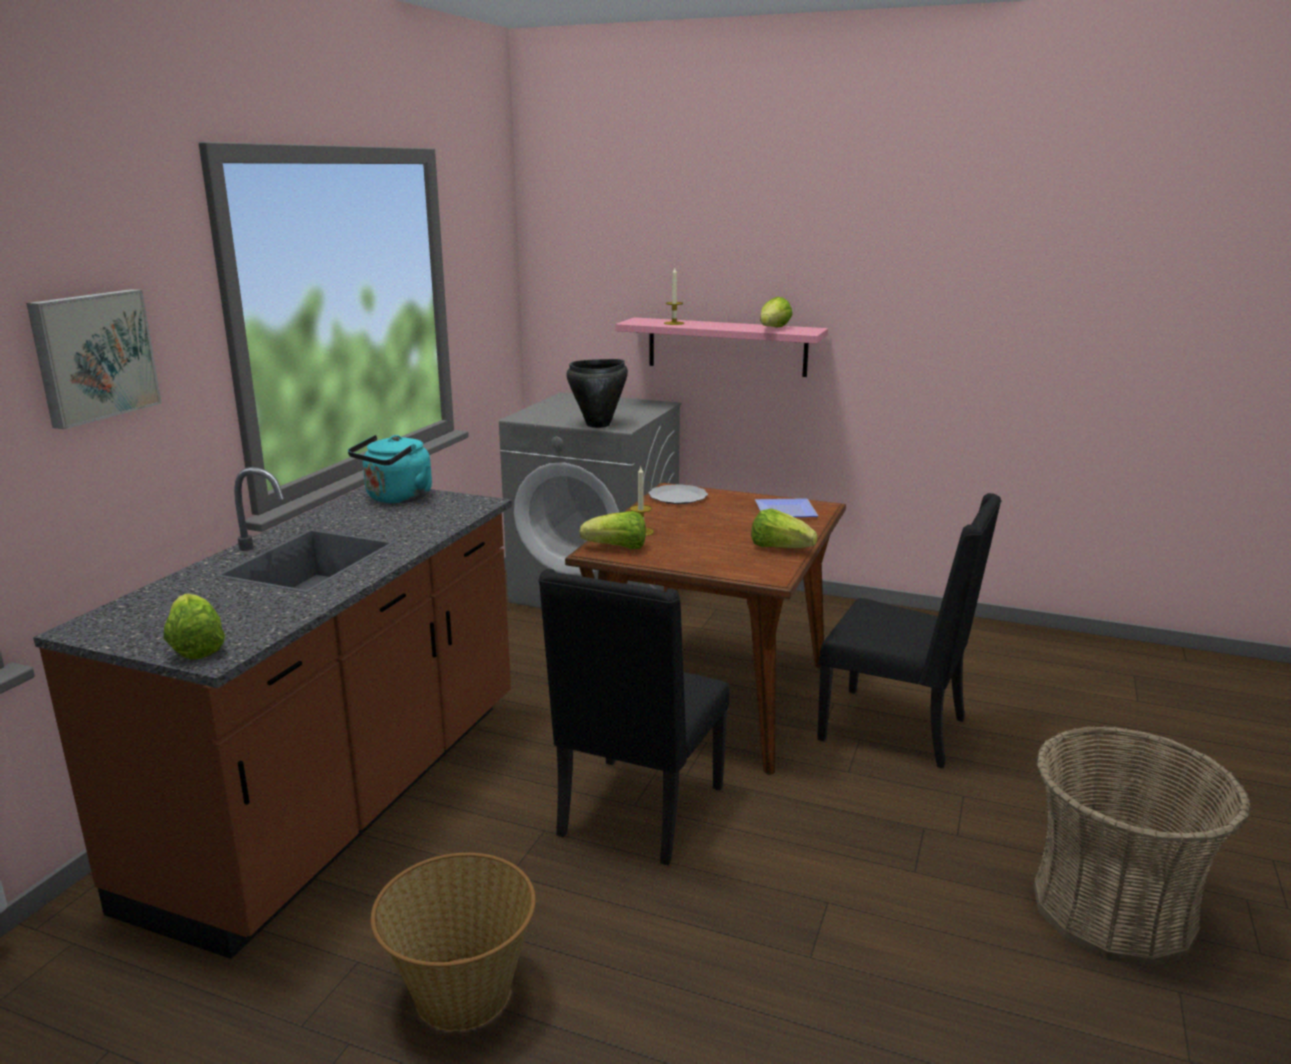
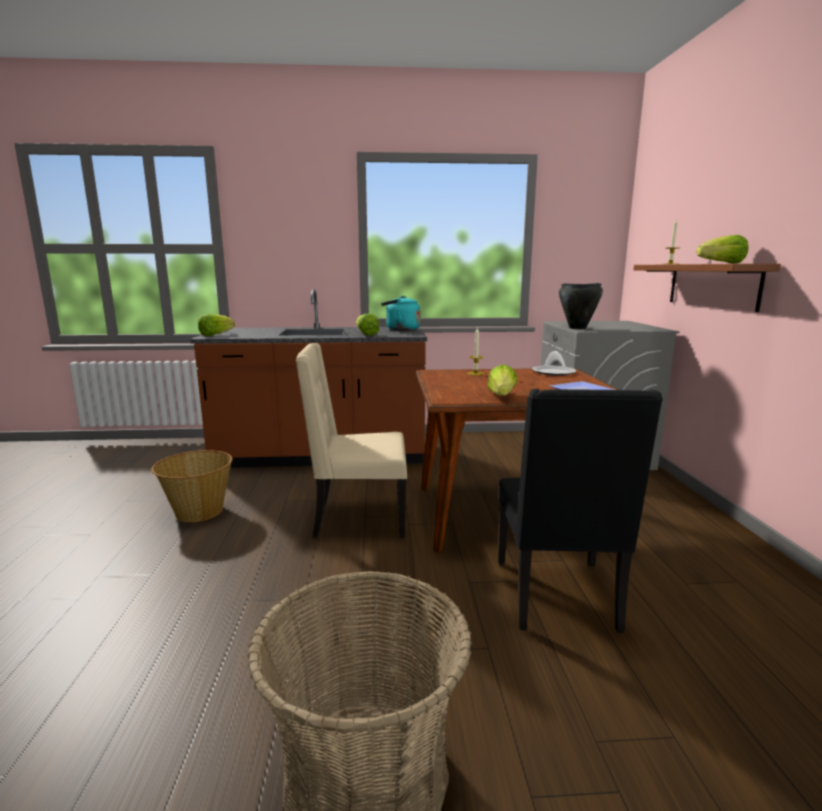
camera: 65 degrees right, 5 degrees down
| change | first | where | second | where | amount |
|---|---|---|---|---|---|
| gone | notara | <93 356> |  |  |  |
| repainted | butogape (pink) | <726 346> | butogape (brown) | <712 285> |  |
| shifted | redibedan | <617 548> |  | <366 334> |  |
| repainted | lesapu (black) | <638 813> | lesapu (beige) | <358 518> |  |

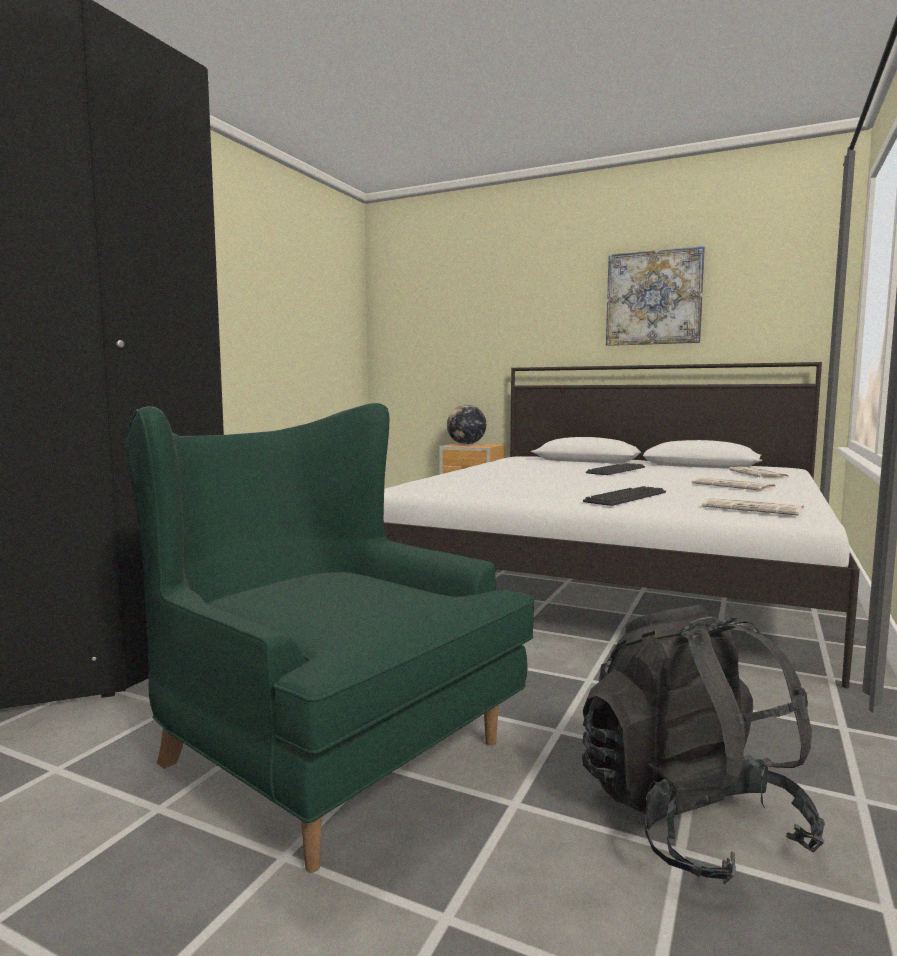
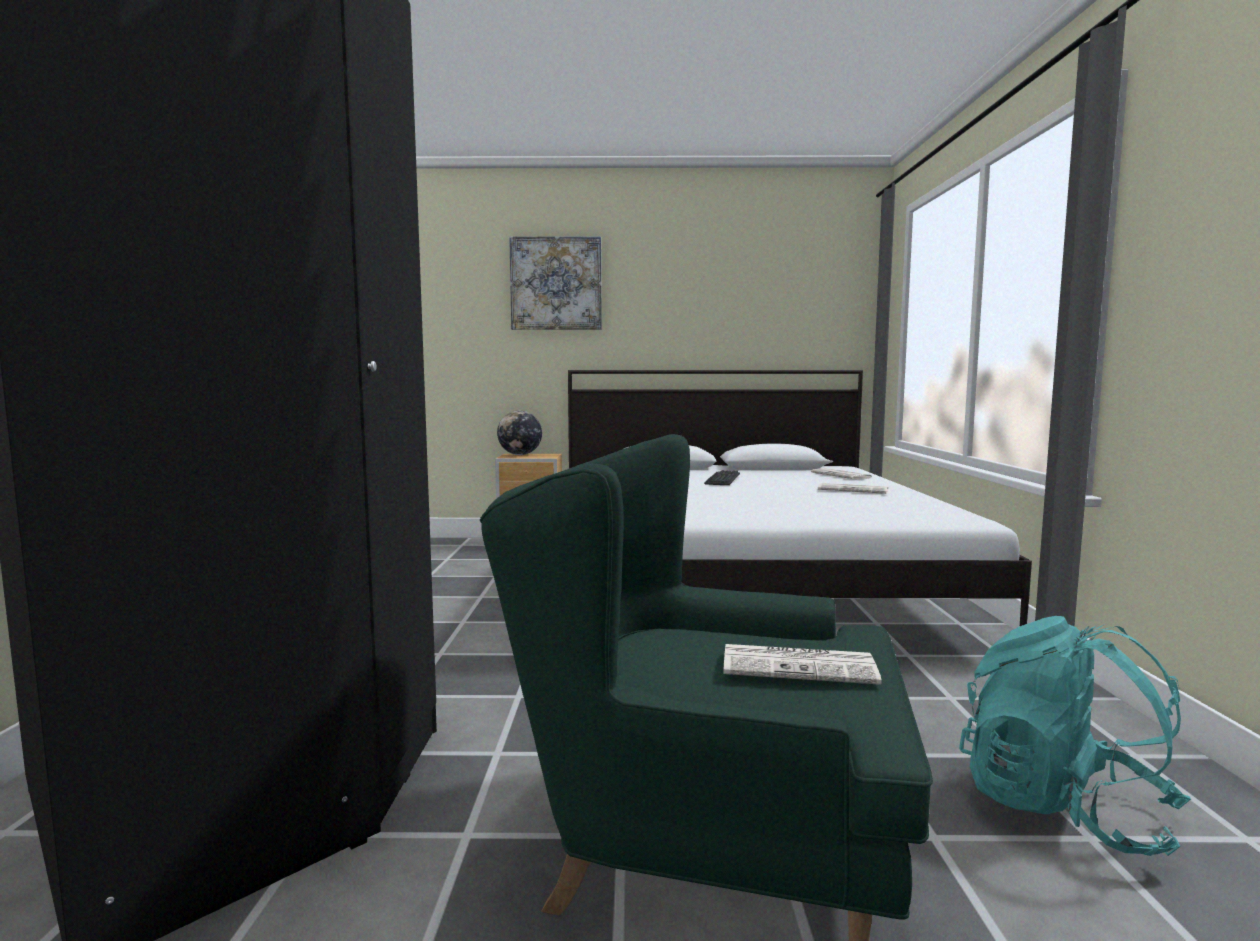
camera: 25 degrees left, 0 degrees up
| change | first | where | second | where | amount |
|---|---|---|---|---|---|
| shifted | notara | <654 298> |  | <556 284> |  |
| gone | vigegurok | <626 497> |  |  |  |
| shifted | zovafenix | <754 509> |  | <800 666> |  |
| repainted | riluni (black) | <688 819> | riluni (turquoise) | <1063 808> |  |

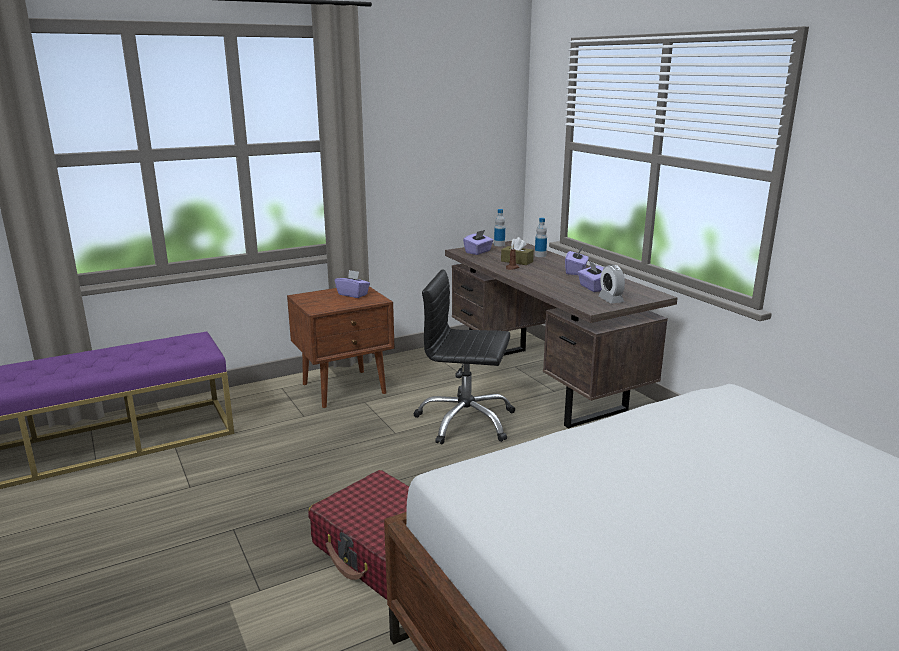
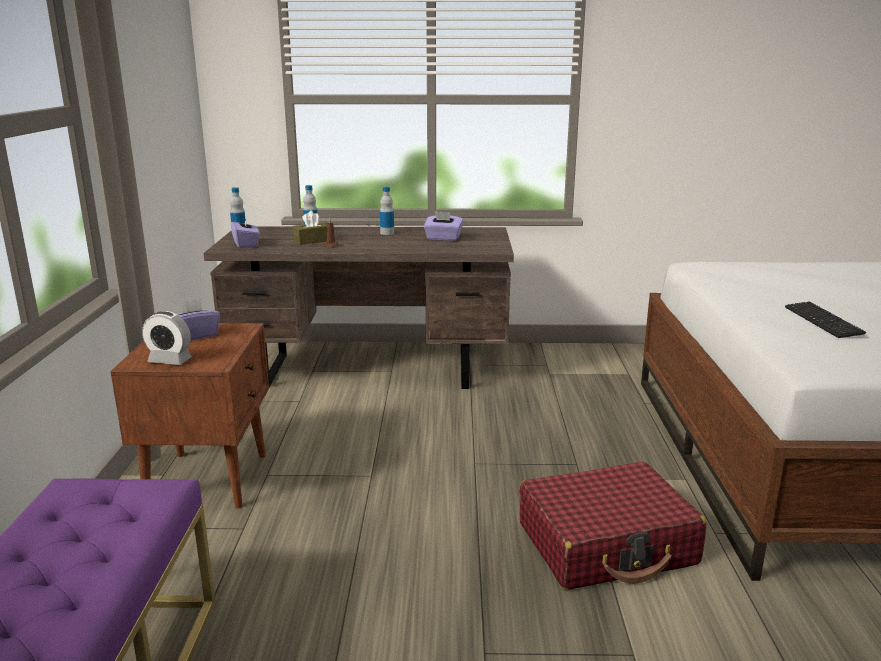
camera: 60 degrees left, 0 degrees up
| change | first | where | second | where | amount |
|---|---|---|---|---|---|
| swapped | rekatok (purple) | <576 272> | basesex | <387 233> |  |
| shifted | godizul | <610 300> |  | <170 360> |  |
| gone | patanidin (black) | <465 421> |  |  |  |
| new |  |  | vigegurok | <822 321> |  |

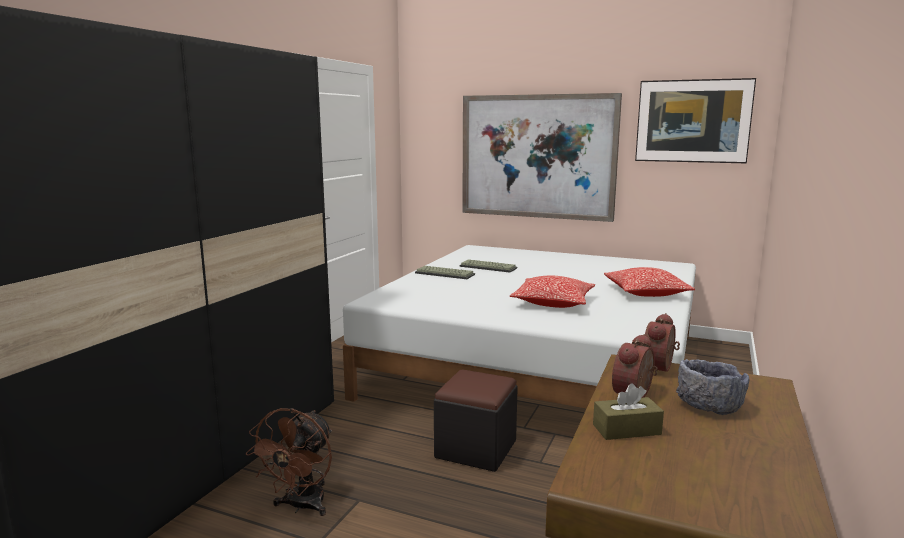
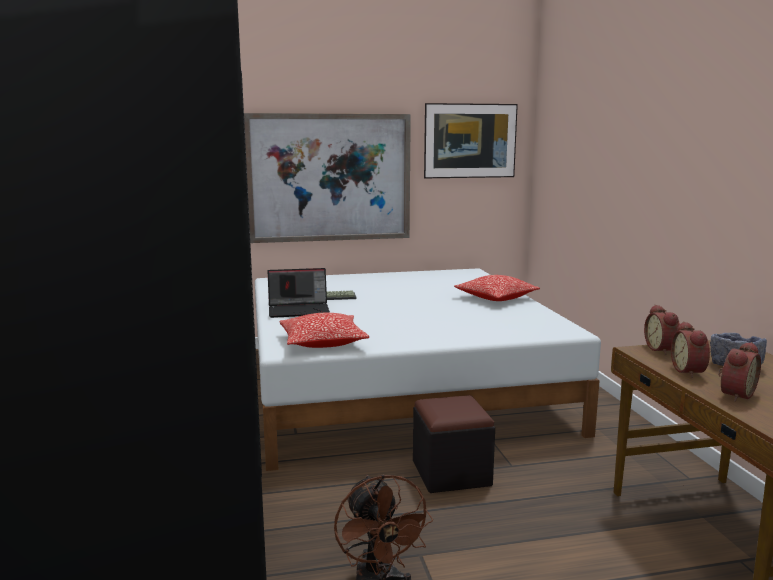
camera: 35 degrees left, 0 degrees up
| change | first | where | second | where | amount |
|---|---|---|---|---|---|
| swapped | vigegurok | <445 273> | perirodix | <299 310> |  |
| shifted | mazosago | <553 303> |  | <322 342> |  |
| swapped | rekatok (brown) | <626 429> | godizul | <734 394> |  |

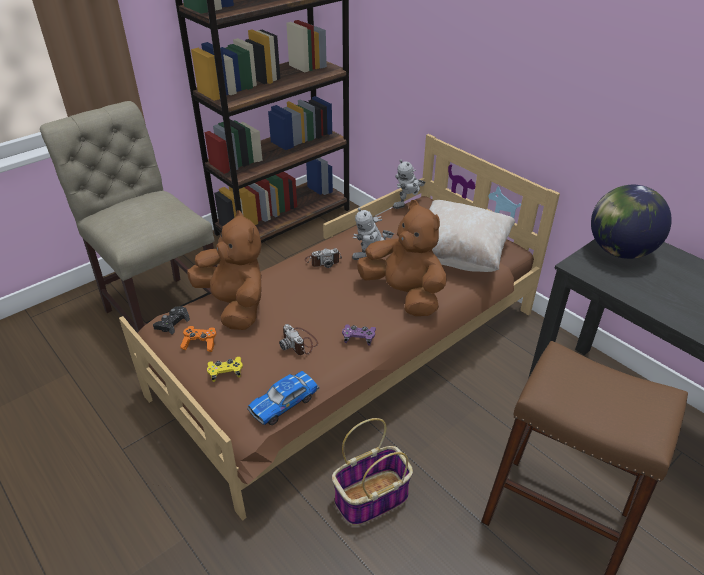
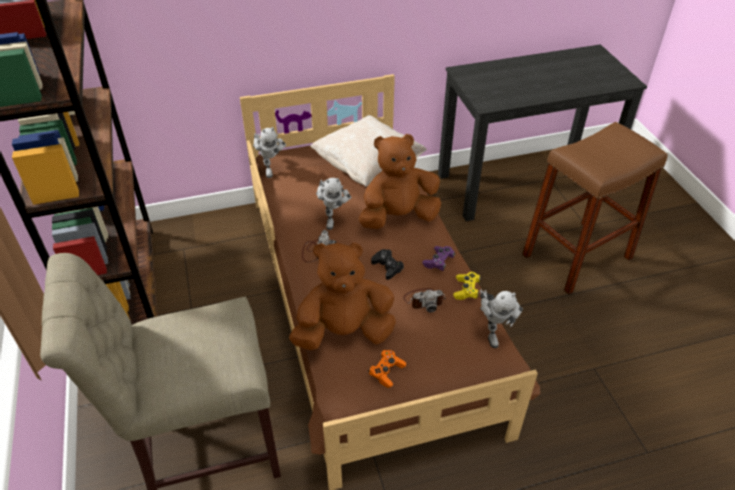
camera: 65 degrees left, 5 degrees up
| change | first | where | second | where | amount |
|---|---|---|---|---|---|
| gone | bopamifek | <619 251> |  |  |  |
| shifted | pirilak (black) | <172 323> |  | <387 267> |  |
| shifted | pirilak (yellow) | <226 373> |  | <466 290> |  |
| swapped | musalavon | <284 403> | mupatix | <492 331> |  |
| gone | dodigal | <371 499> |  |  |  |

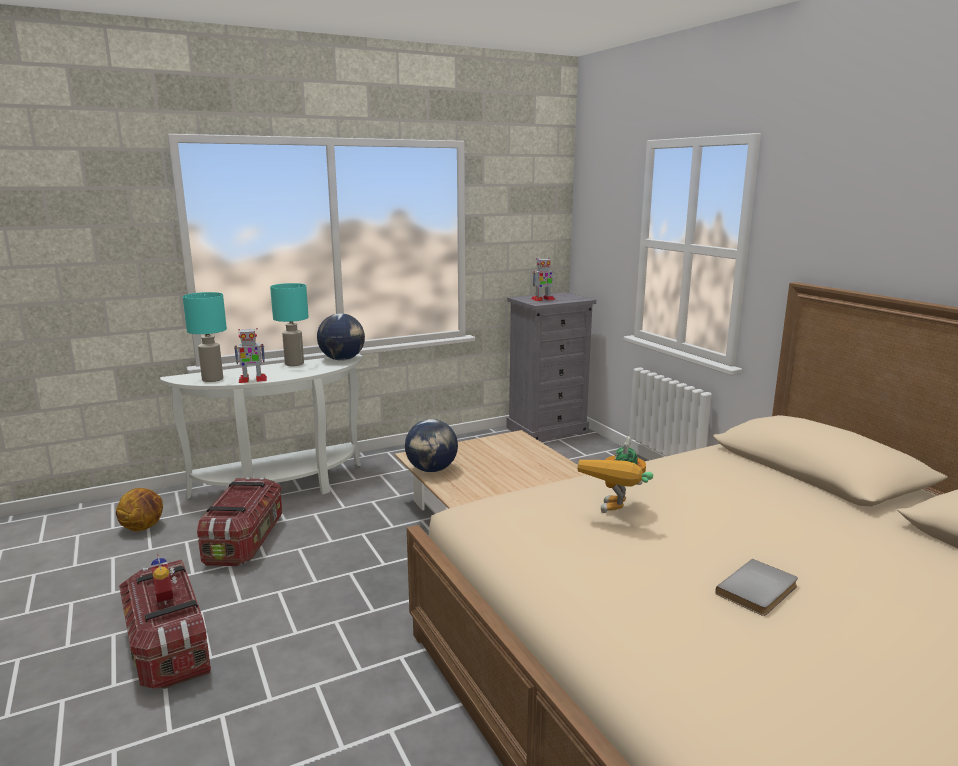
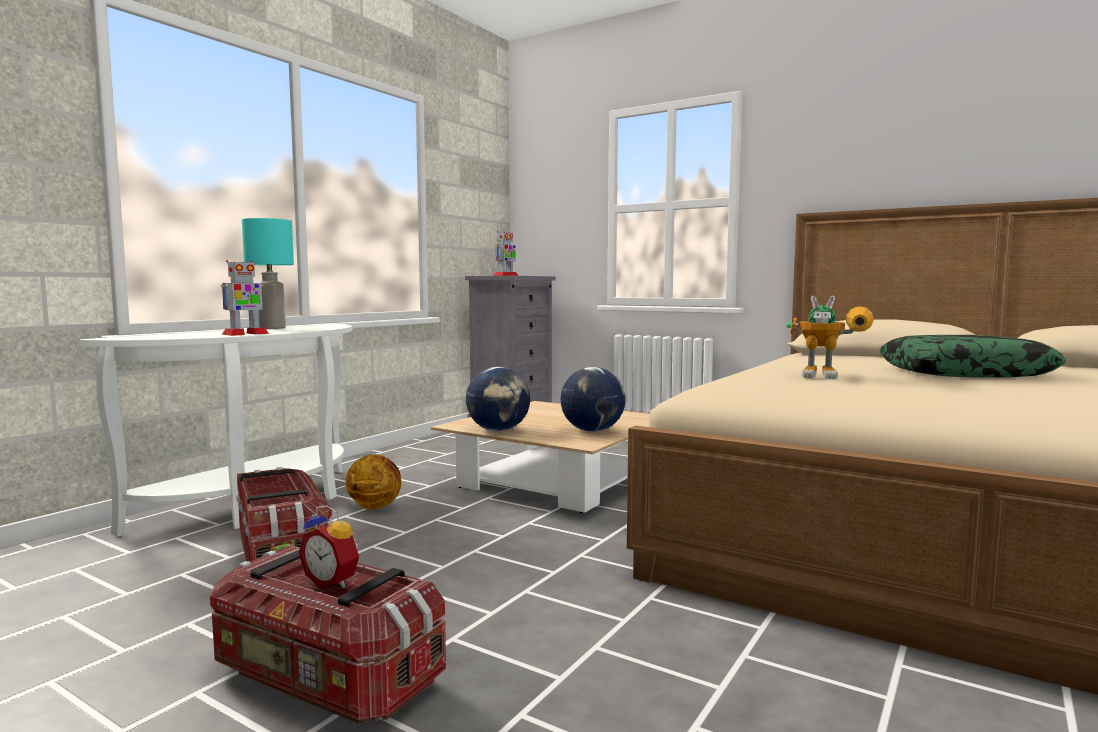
camera: 30 degrees left, 10 degrees down
| change | first | where | second | where | amount |
|---|---|---|---|---|---|
| gone | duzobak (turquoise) | <212 379> |  |  |  |
| shifted | bopamifek | <342 359> |  | <593 431> |  |
| rotated | mupatix | <617 514> |  | <834 377> | 60 degrees counterclockwise |
| shifted | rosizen | <143 527> |  | <375 507> |  |
| gone | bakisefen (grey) | <759 591> |  |  |  |
| new |  |  | mazosago | <964 373> |  |

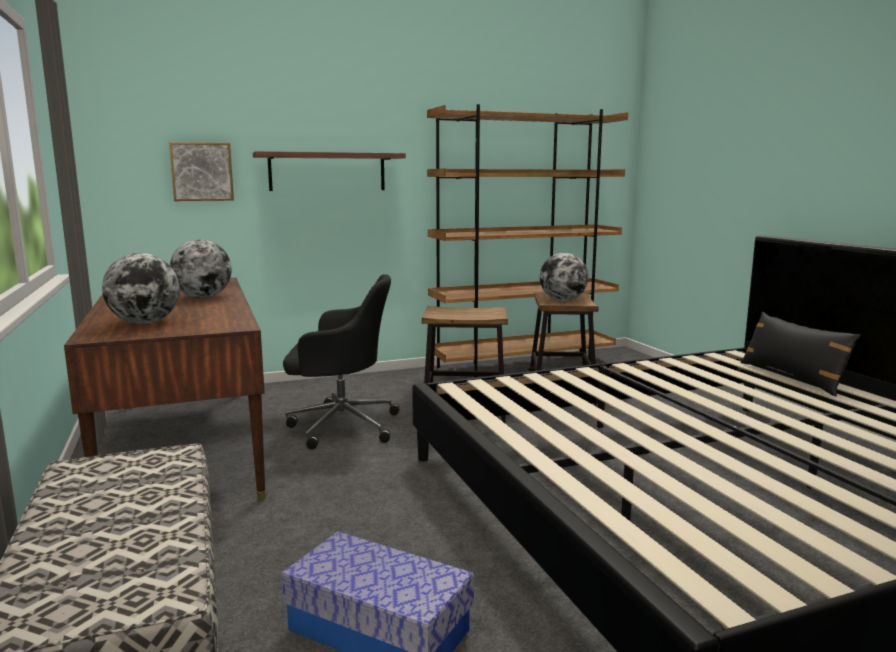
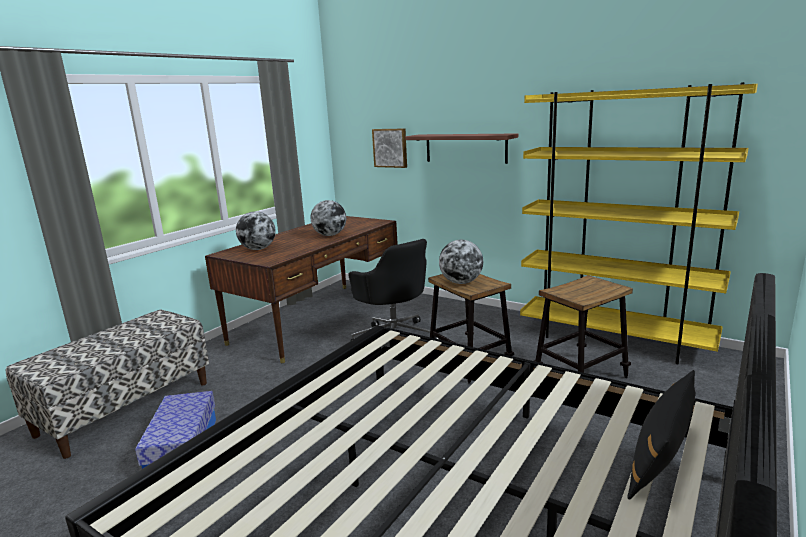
camera: 55 degrees right, 5 degrees up
| change | first | where | second | where | amount |
|---|---|---|---|---|---|
| repainted | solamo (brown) | <523 365> | solamo (yellow) | <614 340> |  |
| shifted | bopamifek | <562 300> |  | <461 282> |  |

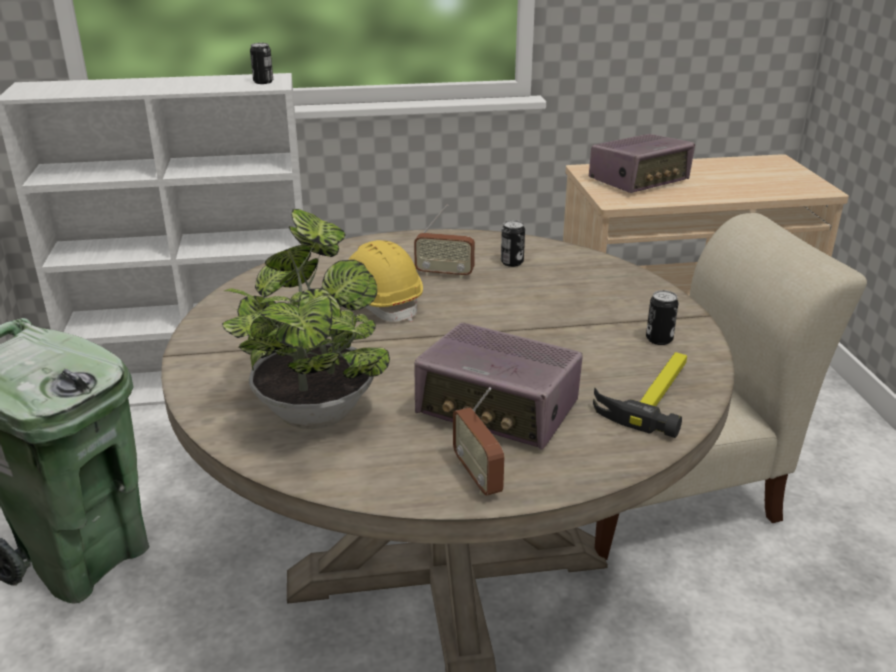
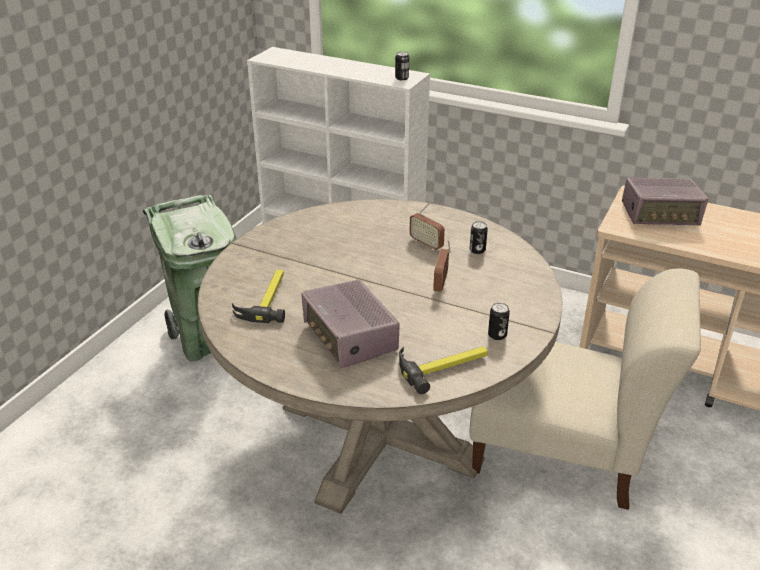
camera: 35 degrees right, 5 degrees up
| change | first | where | second | where | amount |
|---|---|---|---|---|---|
| swapped | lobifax | <315 407> | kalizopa | <266 299> |  |
| gone | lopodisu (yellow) | <380 303> |  |  |  |
| shifted | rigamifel | <478 476> |  | <441 283> |  |

